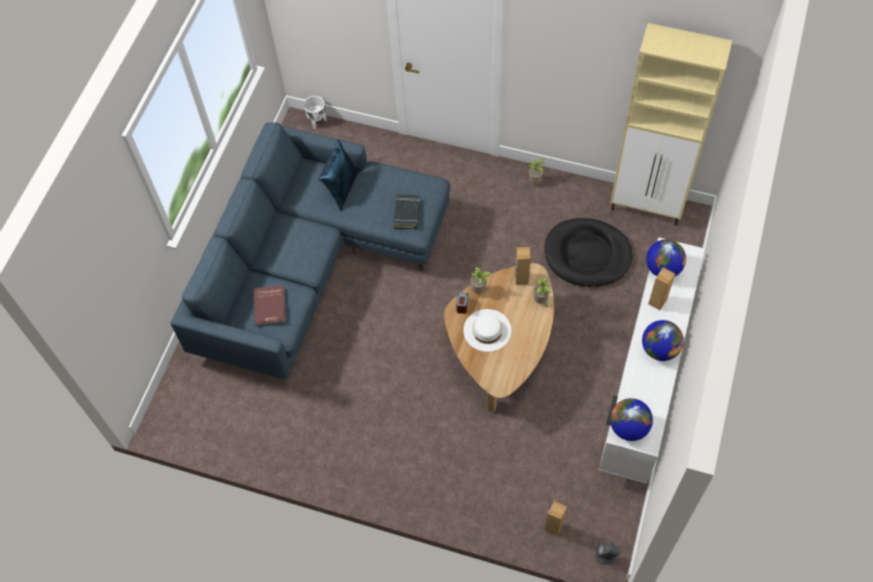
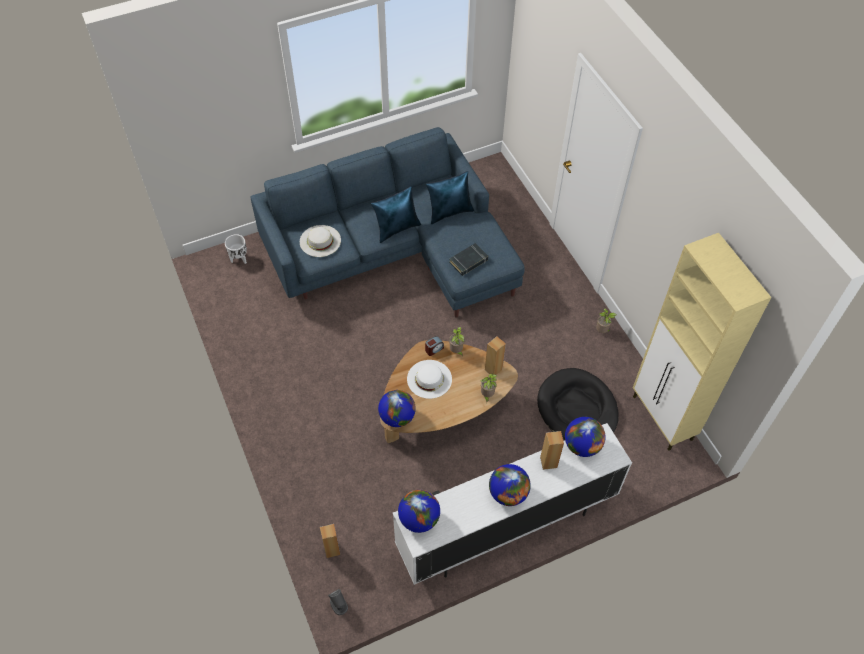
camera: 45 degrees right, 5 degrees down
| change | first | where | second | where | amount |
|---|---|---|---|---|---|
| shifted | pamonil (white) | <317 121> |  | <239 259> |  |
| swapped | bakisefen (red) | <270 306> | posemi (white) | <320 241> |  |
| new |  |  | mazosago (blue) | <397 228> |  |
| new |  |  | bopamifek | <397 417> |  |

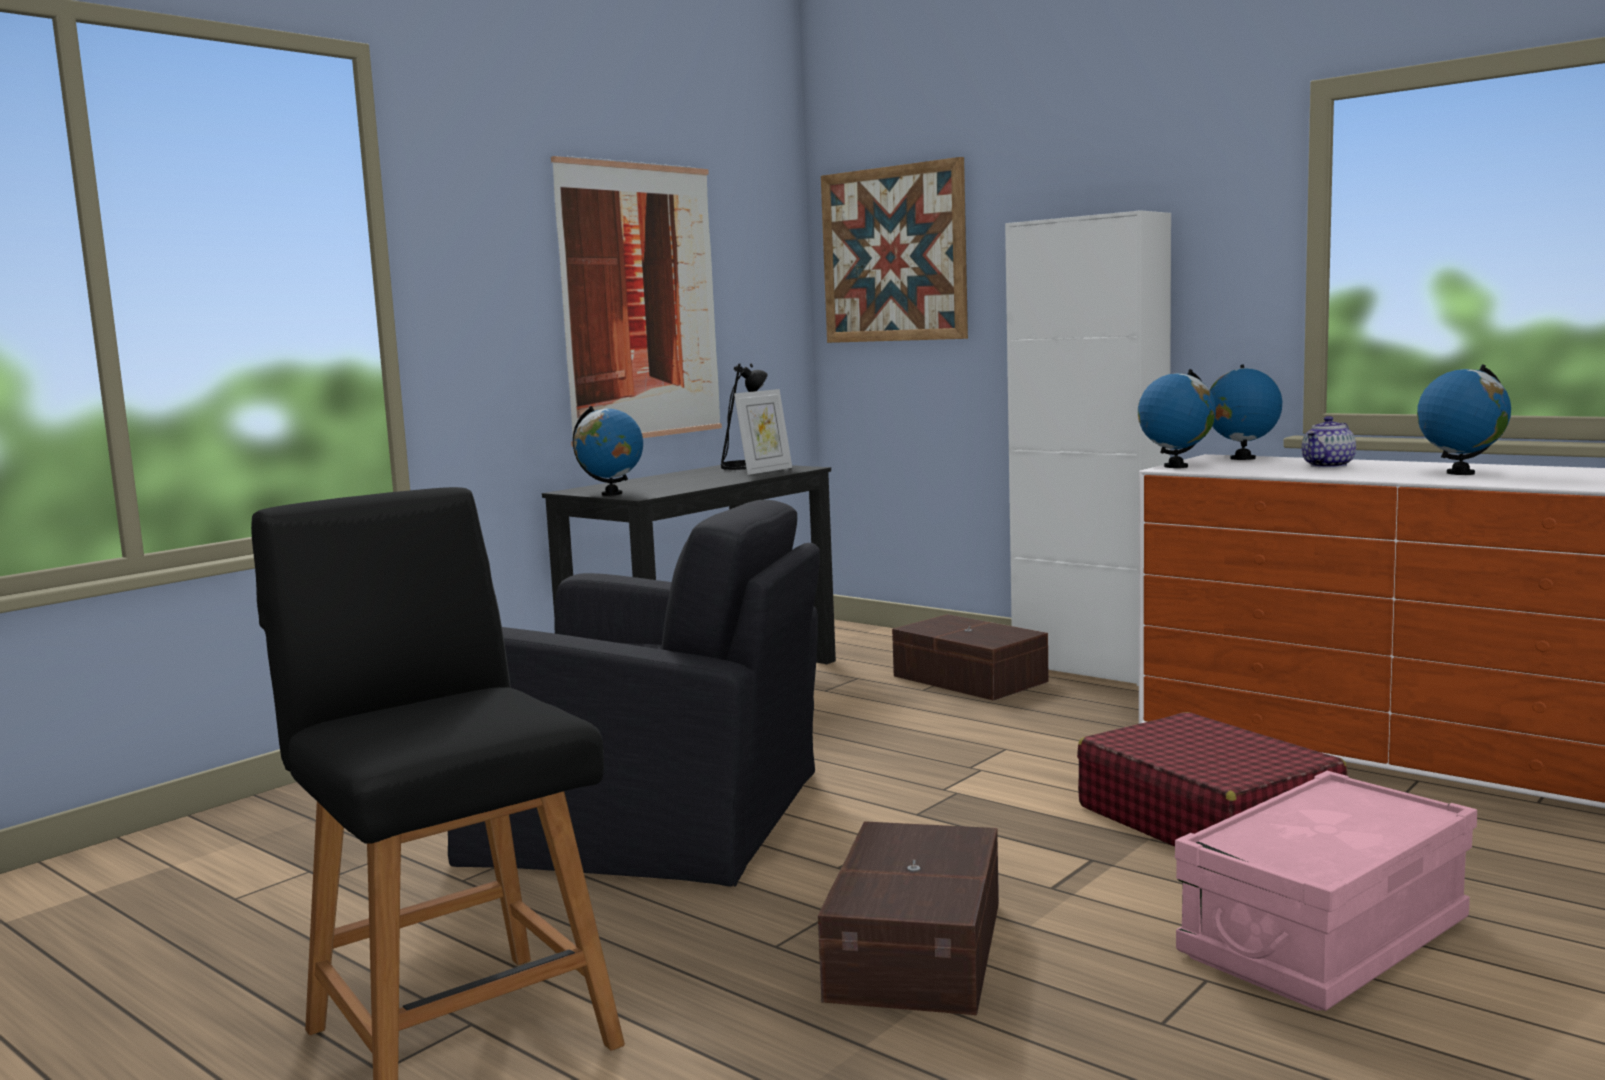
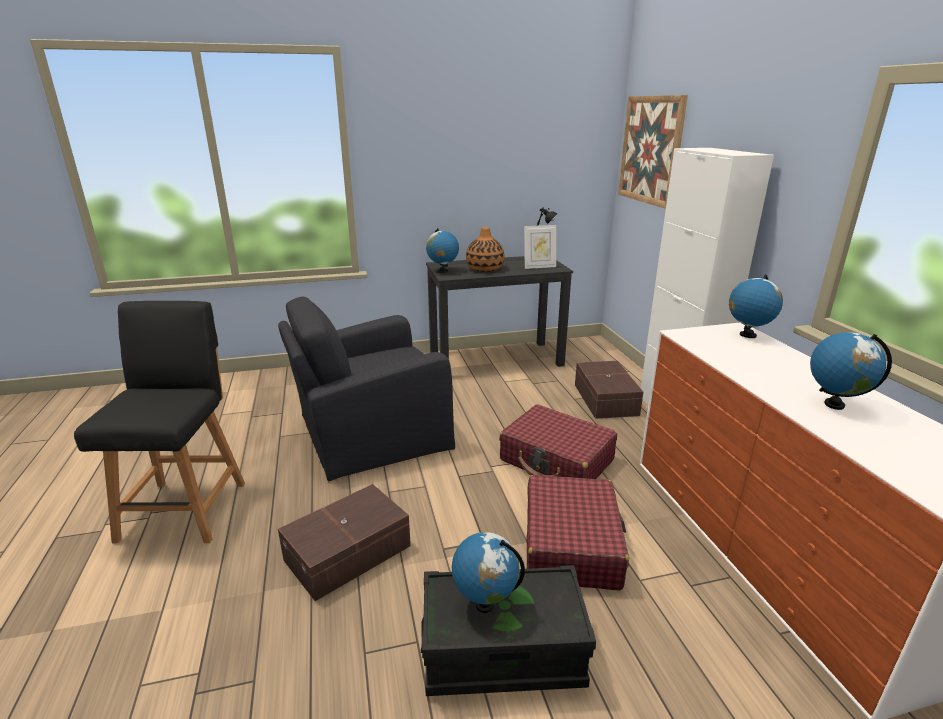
camera: 35 degrees right, 15 degrees up
| change | first | where | second | where | amount |
|---|---|---|---|---|---|
| gone | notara | <640 301> |  |  |  |
| shifted | bopamifek | <1175 466> |  | <485 603> |  |
| gone | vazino | <1328 466> |  |  |  |
| rotated | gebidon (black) | <653 817> |  | <371 432> | 105 degrees clockwise |
| repainted | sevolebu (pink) | <1325 939> | sevolebu (black) | <502 653> |  |
| new |  |  | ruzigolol | <484 269> |  |
| new |  |  | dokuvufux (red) | <557 461> |  |

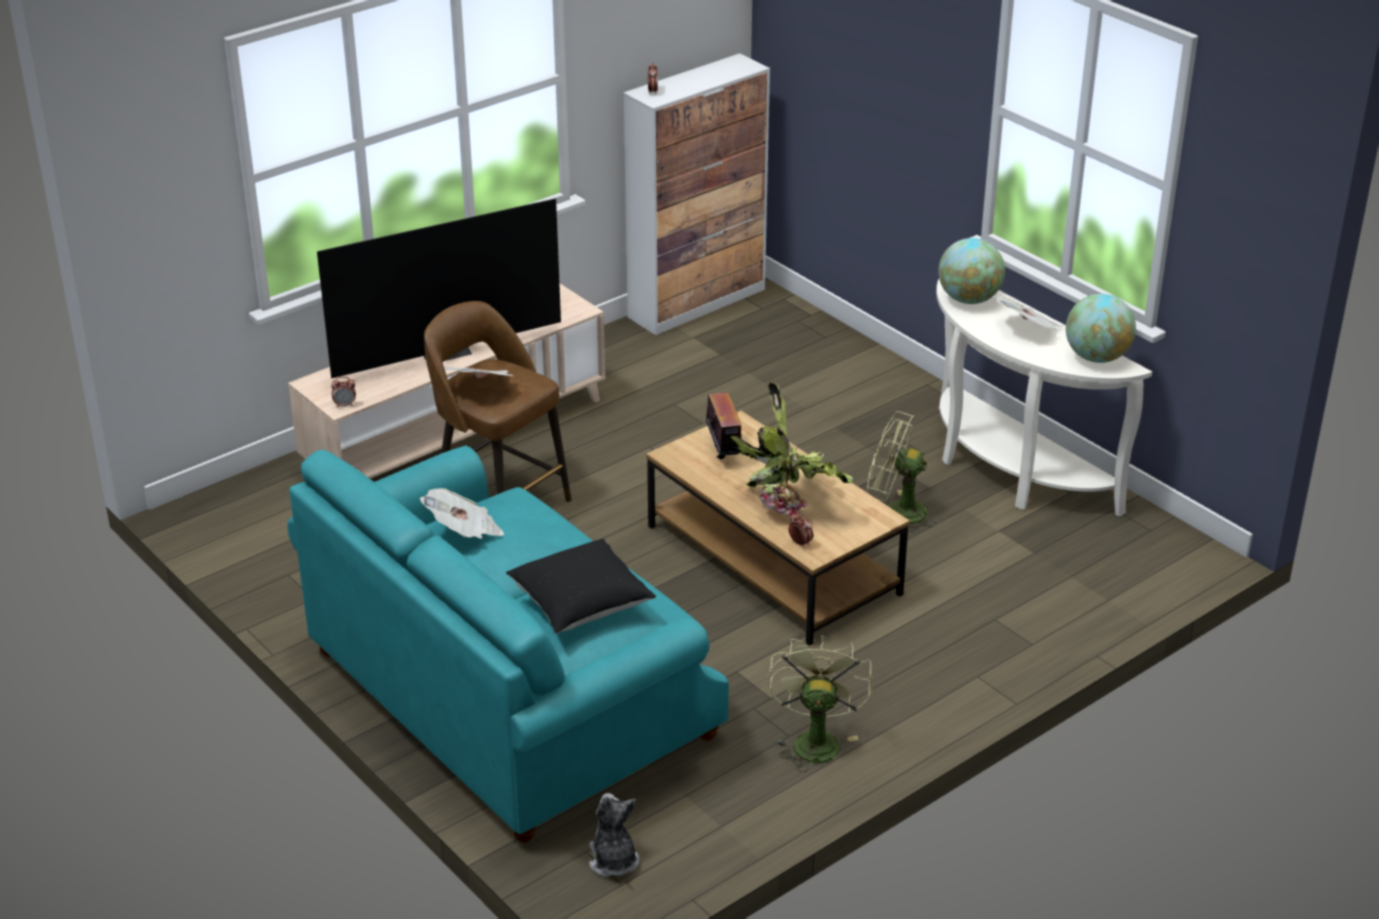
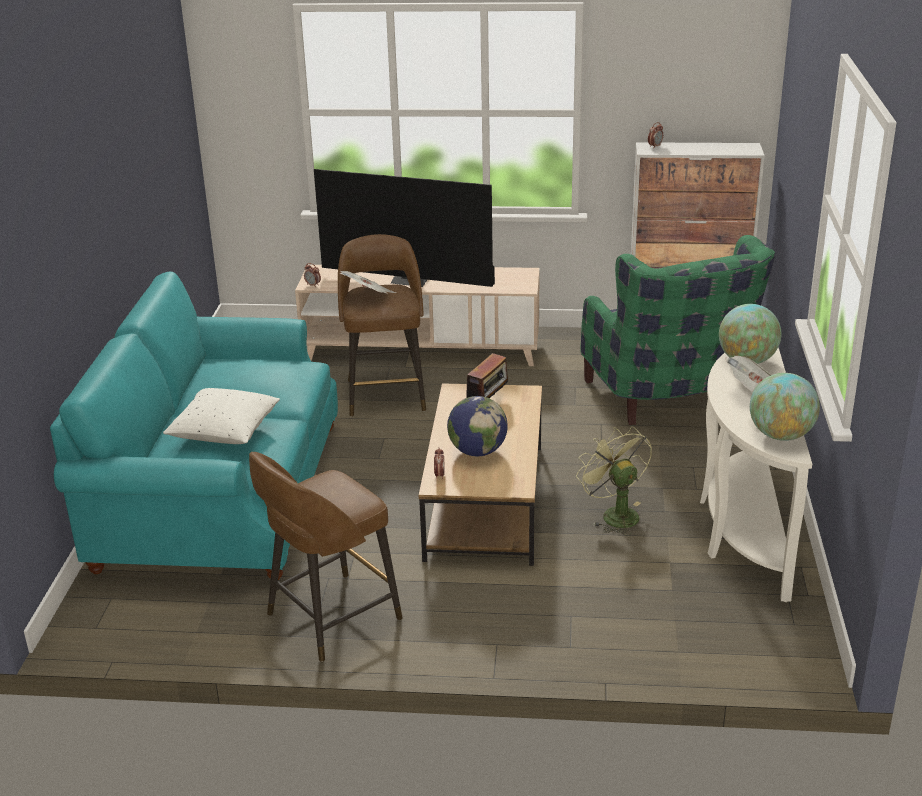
camera: 45 degrees right, 5 degrees down
| change | first | where | second | where | amount |
|---|---|---|---|---|---|
| swapped | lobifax | <794 504> | bopamifek | <477 451> |  |
| gone | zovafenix | <464 532> |  |  |  |
| repainted | mazosago (black) | <581 604> | mazosago (white) | <225 432> |  |
| swapped | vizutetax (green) | <814 740> | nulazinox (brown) | <330 618> |  |
| gone | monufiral | <613 860> |  |  |  |
| new |  |  | gebidon (green) | <669 399> |  |

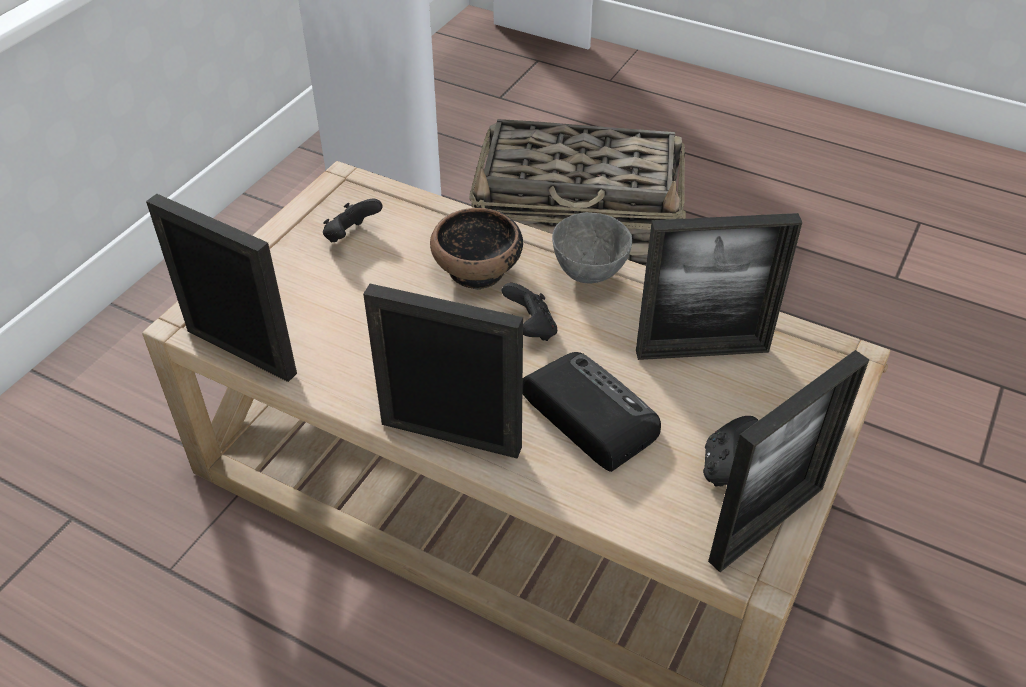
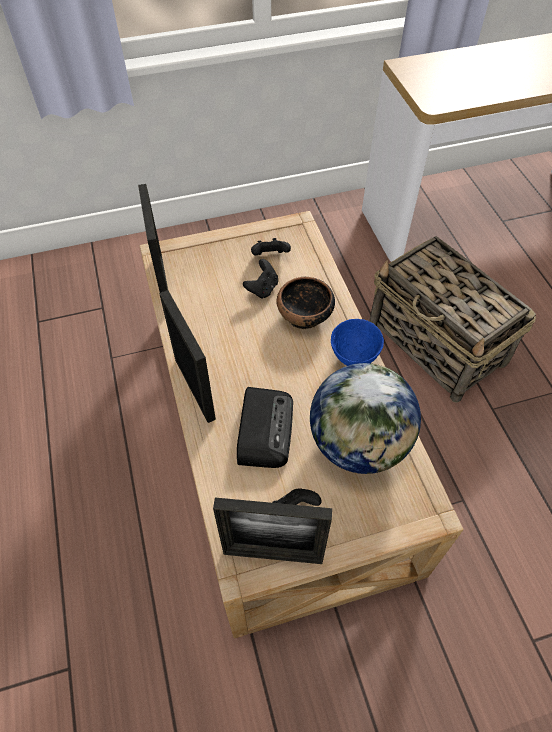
camera: 45 degrees right, 10 degrees up
| change | first | where | second | where | amount |
|---|---|---|---|---|---|
| repainted | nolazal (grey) | <590 273> | nolazal (blue) | <355 358> |  |
| swapped | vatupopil | <702 351> | bopamifek | <358 443> |  |
| shifted | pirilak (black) | <531 329> |  | <262 289> |  |

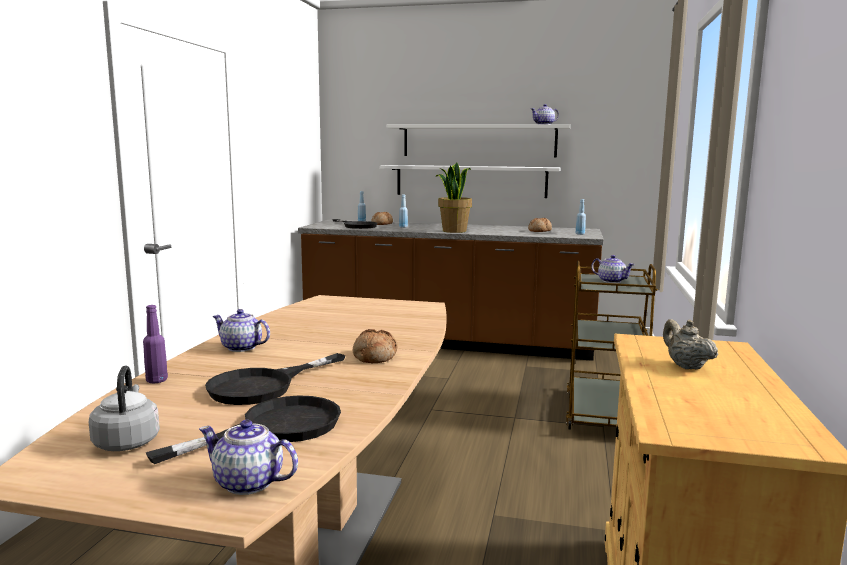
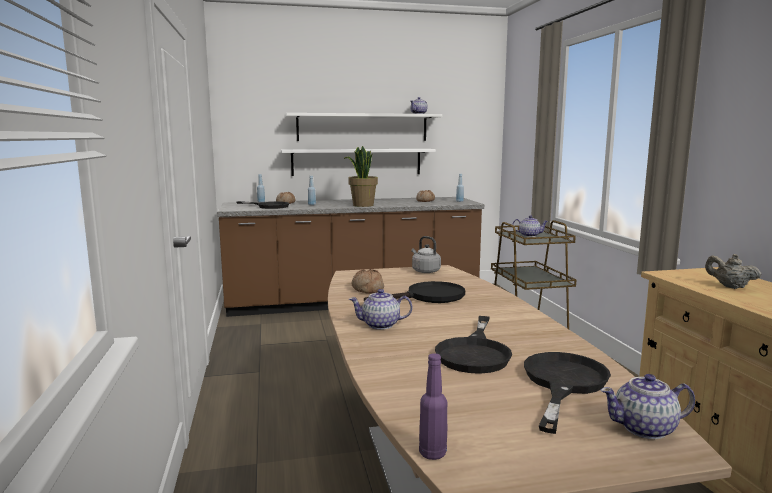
camera: 25 degrees left, 0 degrees up
| change | first | where | second | where | amount |
|---|---|---|---|---|---|
| shifted | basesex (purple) | <156 380> |  | <432 453> |  |
| shifted | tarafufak | <374 356> |  | <367 289> |  |
| shifted | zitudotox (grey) | <127 441> |  | <425 271> |  |
| new |  |  | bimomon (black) | <428 297> |  |

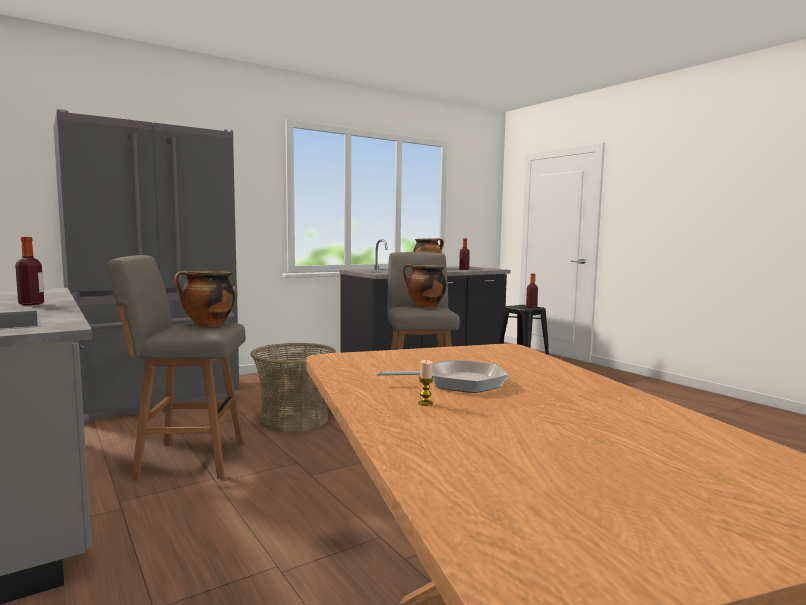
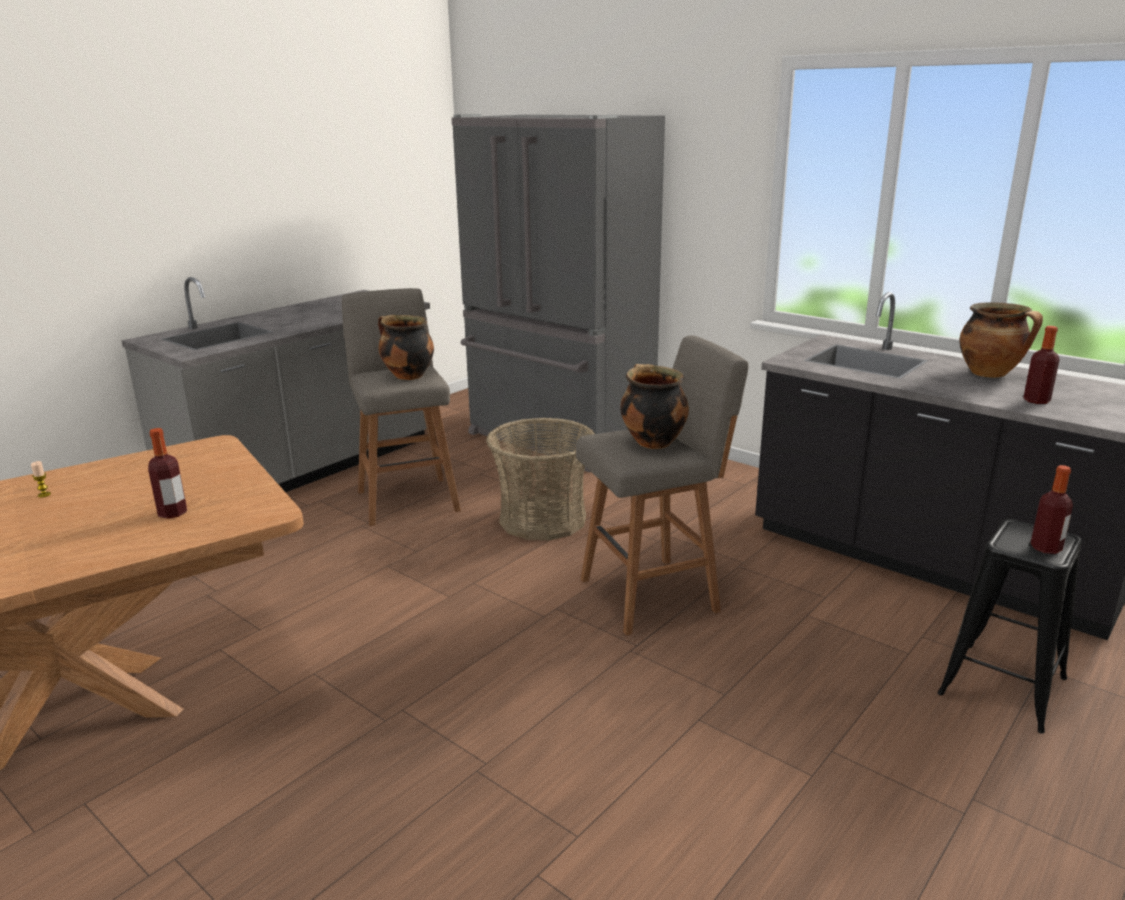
camera: 75 degrees right, 15 degrees up
| change | first | where | second | where | amount |
|---|---|---|---|---|---|
| shifted | basesex | <31 304> |  | <173 513> |  |
| gone | bimomon | <457 382> |  |  |  |

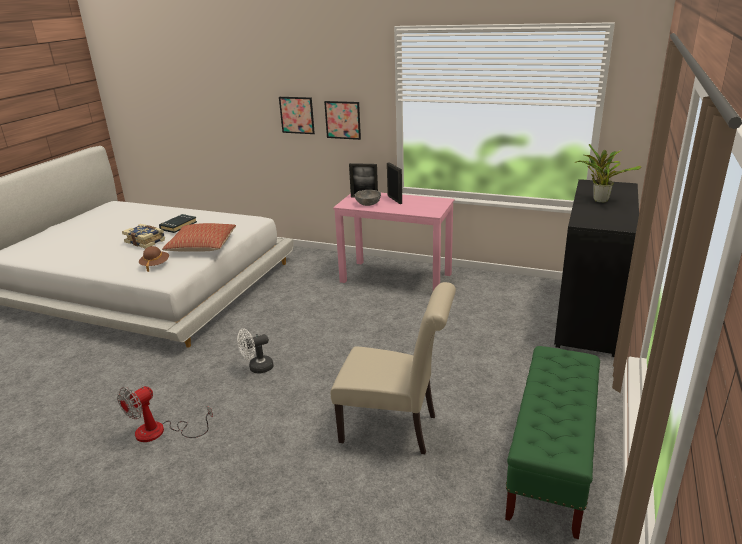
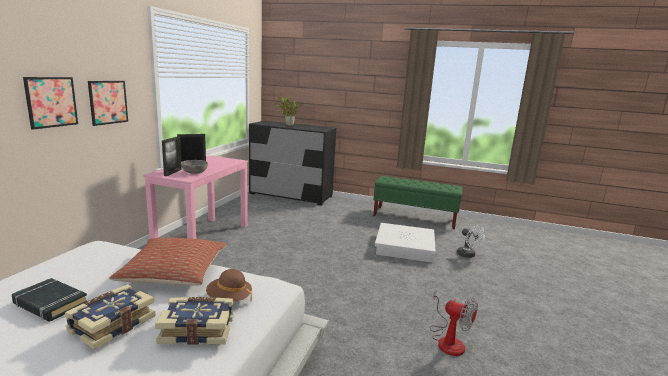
camera: 95 degrees left, 10 degrees down
| change | first | where | second | where | amount |
|---|---|---|---|---|---|
| swapped | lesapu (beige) | <395 429> | sevolebu (white) | <405 247> |  |
| shifted | vizutetax (white) | <257 368> |  | <468 255> |  |
| new |  |  | bakisefen | <198 329> |  |

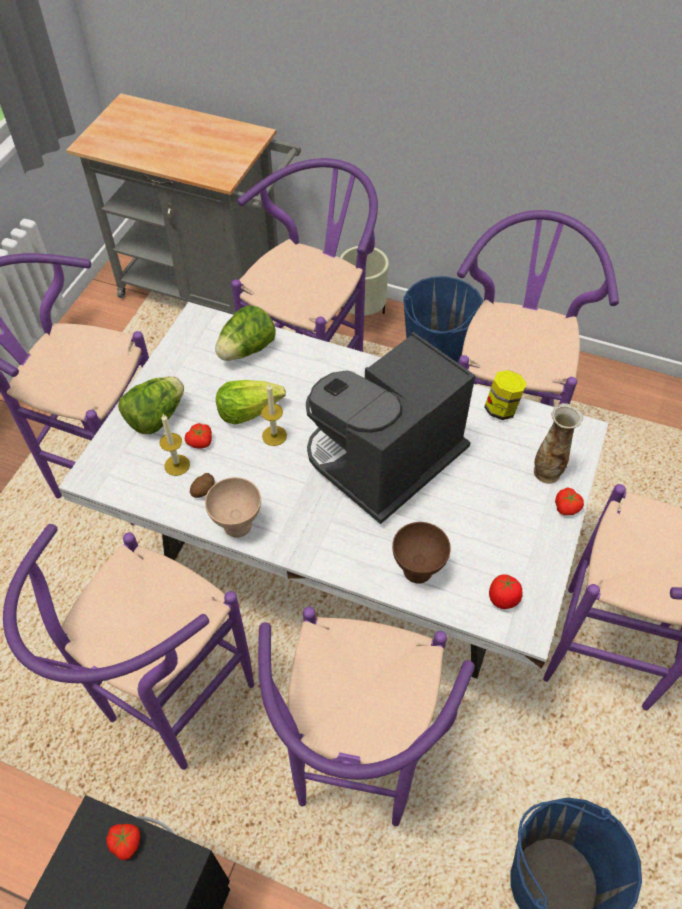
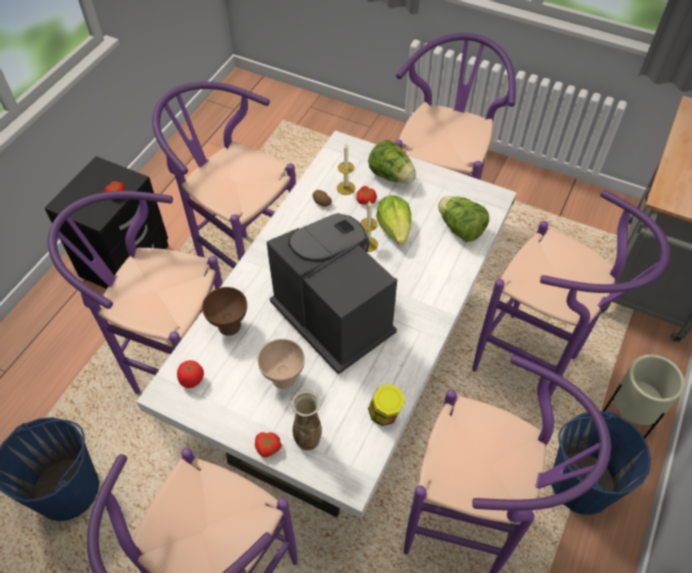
camera: 95 degrees right, 0 degrees up
| change | first | where | second | where | amount |
|---|---|---|---|---|---|
| shifted | nolazal (beige) | <238 525> |  | <284 379> |  |

